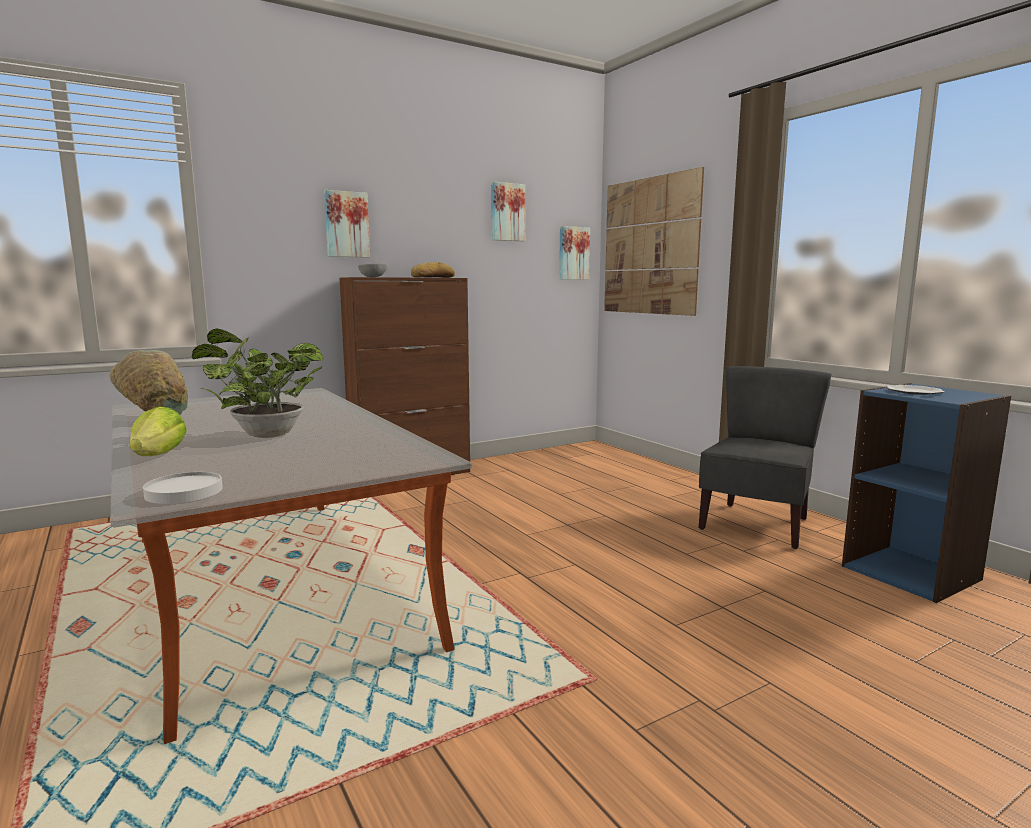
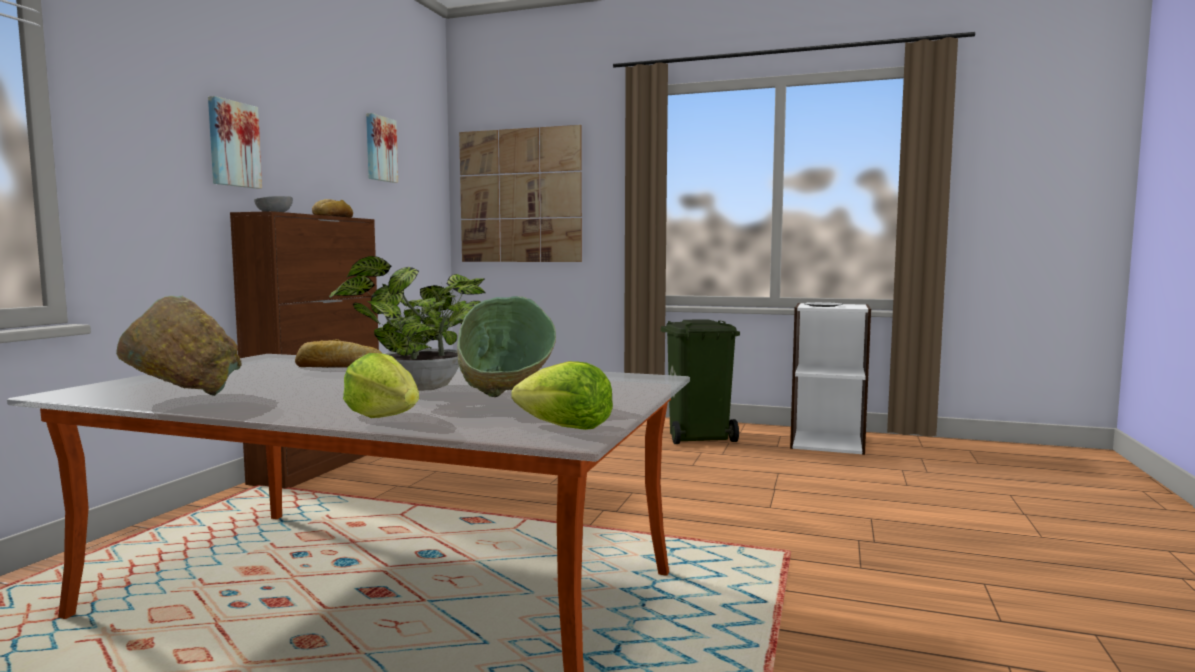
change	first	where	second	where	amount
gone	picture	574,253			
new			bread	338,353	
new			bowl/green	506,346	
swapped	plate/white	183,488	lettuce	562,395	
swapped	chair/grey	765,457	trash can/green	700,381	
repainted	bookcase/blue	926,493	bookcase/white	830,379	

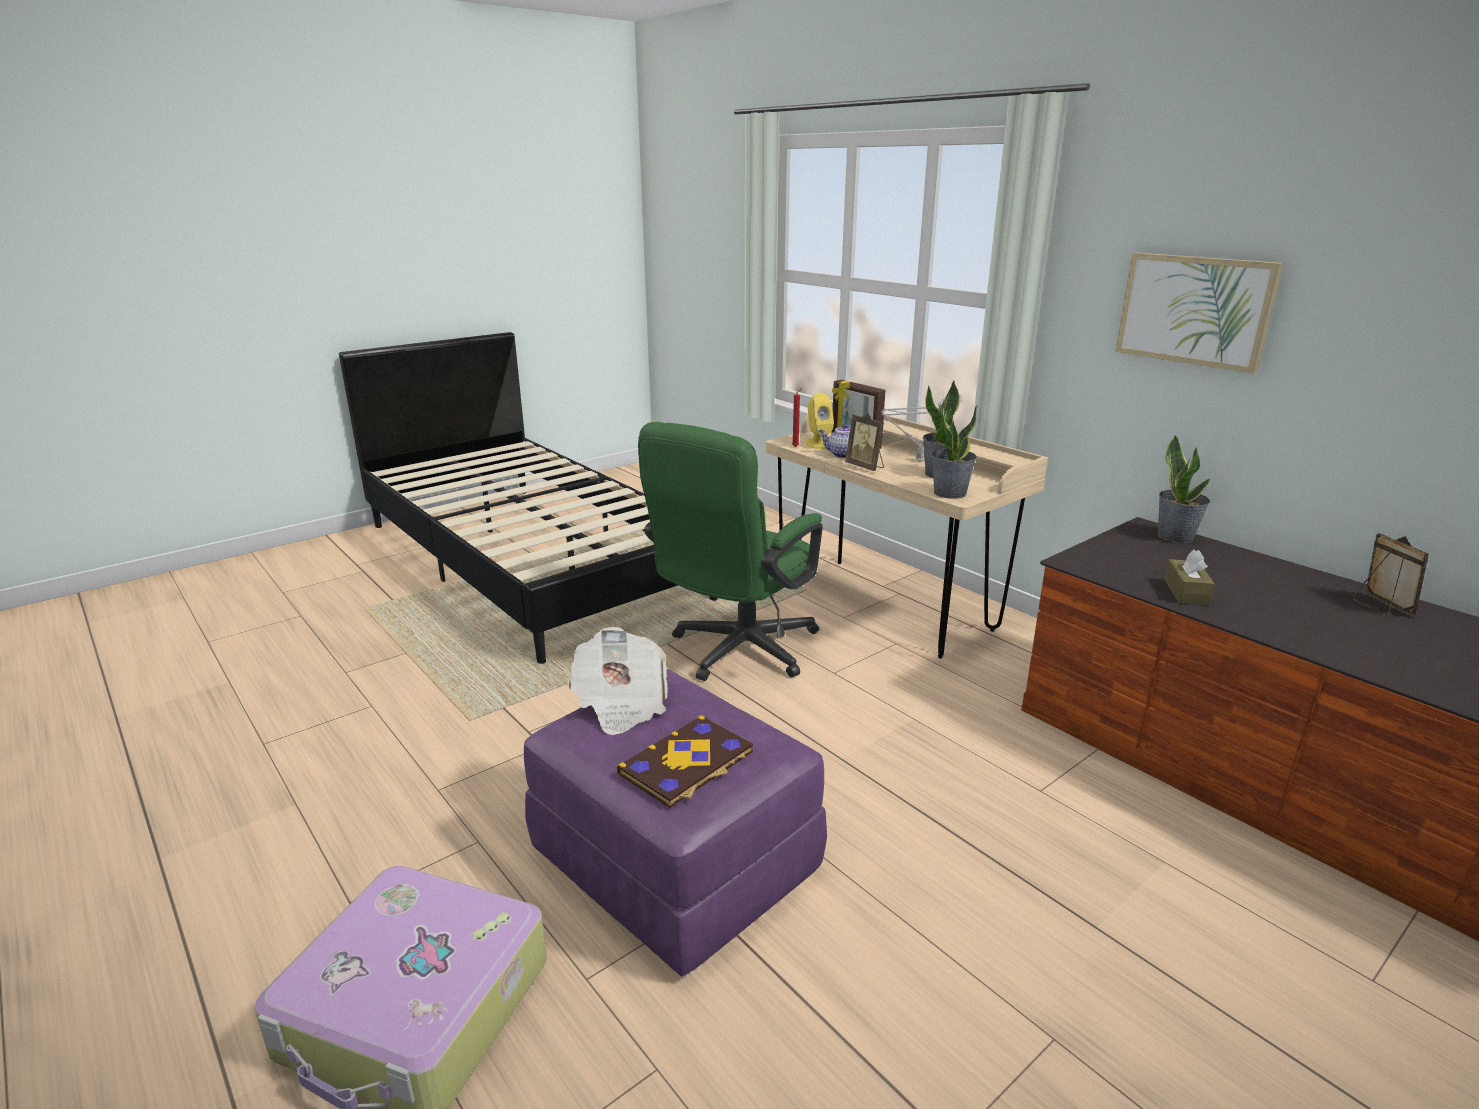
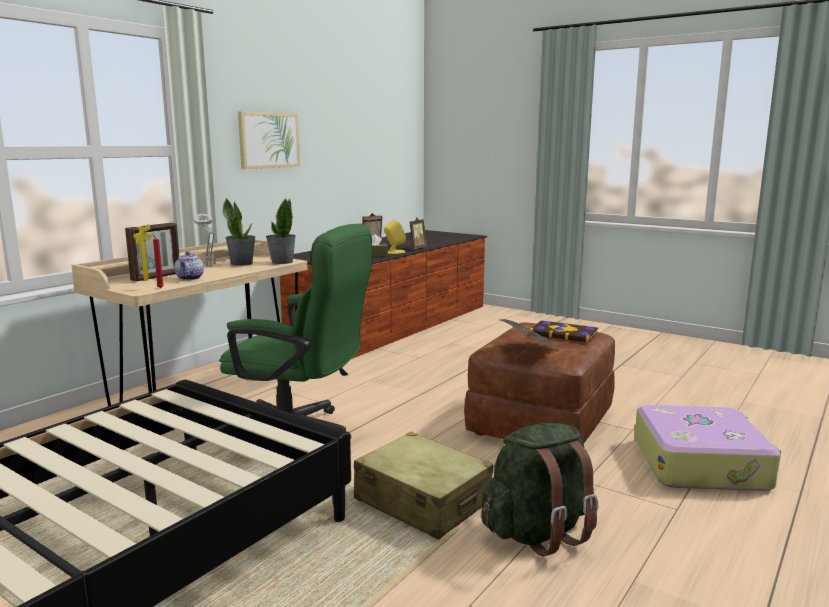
change	first	where	second	where	amount
gone	potted plant	1184,489			
new			suitcase/beige	423,486	
new			backpack/green	539,489	
shifted	speaker/yellow	819,421		395,237	
shifted	picture frame	864,442		417,233	
repainted	ottoman/purple	675,822	ottoman/brown	539,383	

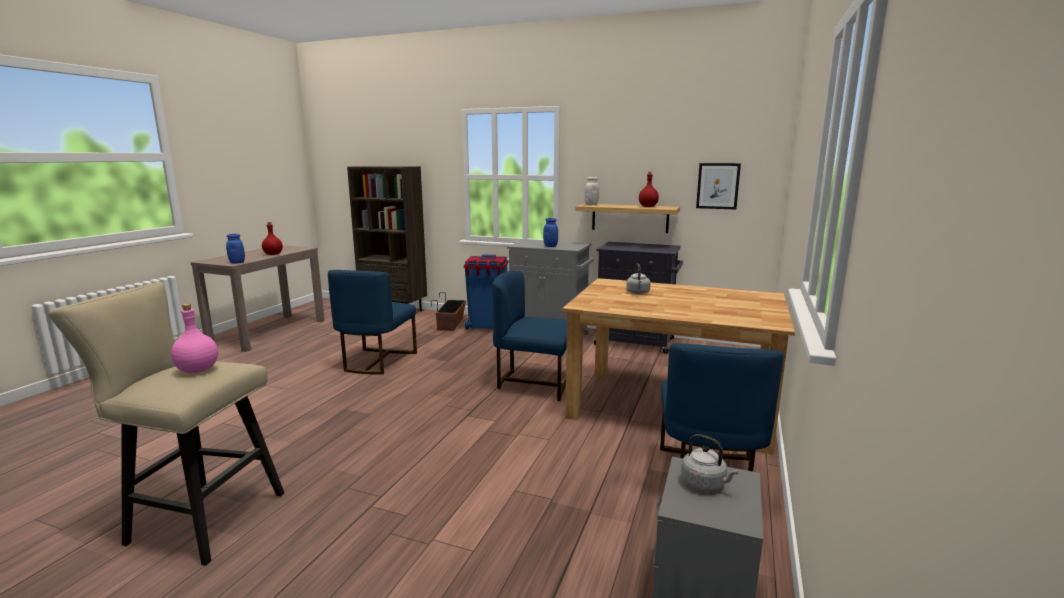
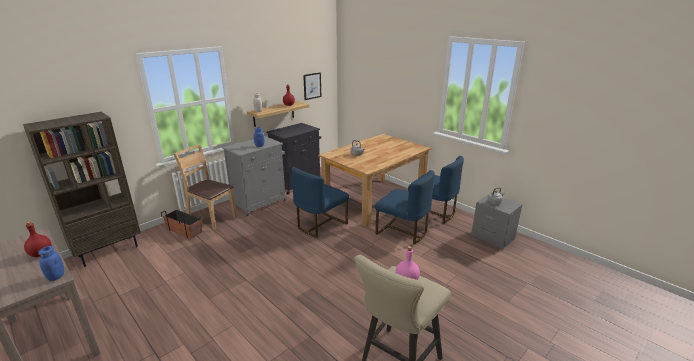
change	first	where	second	where	amount
shifted	chair/blue	372,322		405,207	
swapped	trash can/blue	486,292	chair/brown	205,187	

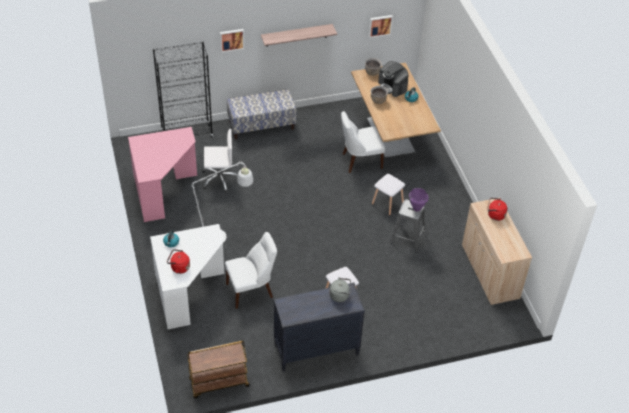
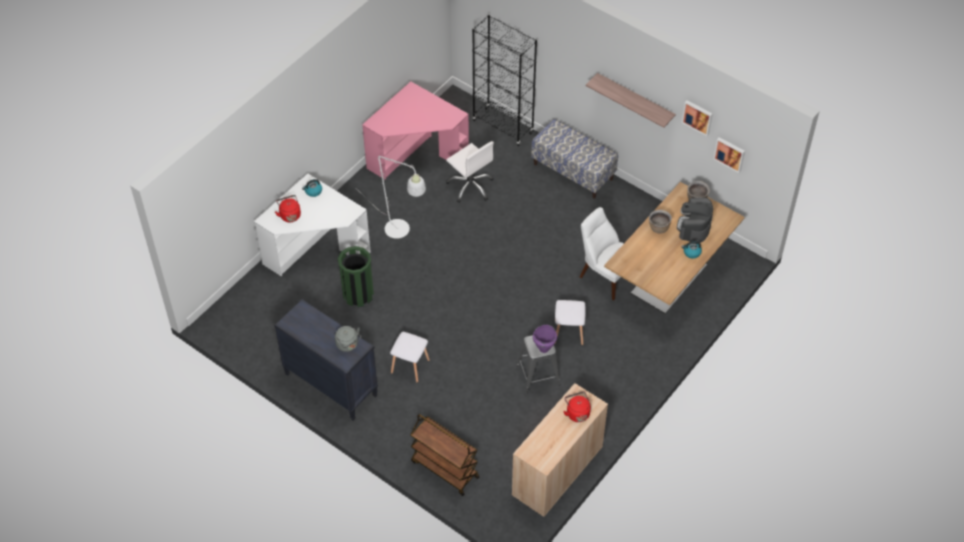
change	first	where	second	where	amount
shifted	cart/brown	218,370		444,455	
shifted	picture	232,41		697,118	
swapped	chair/white	251,270	trash can/green	356,276	

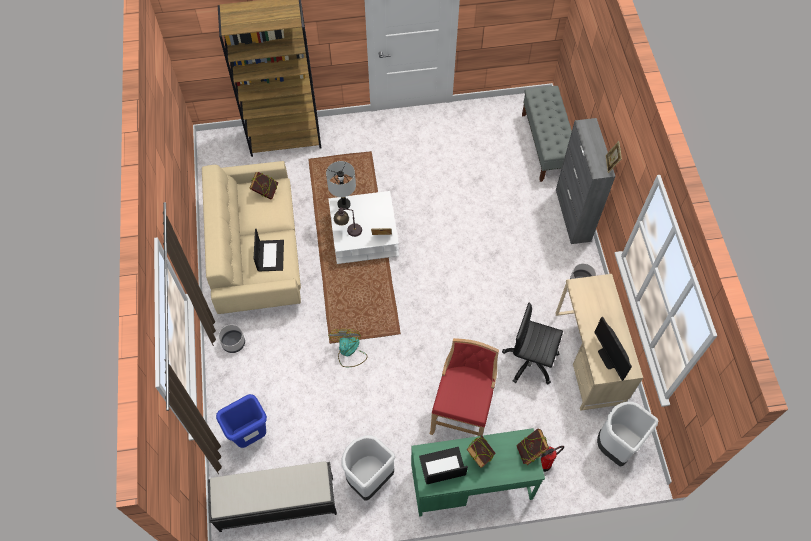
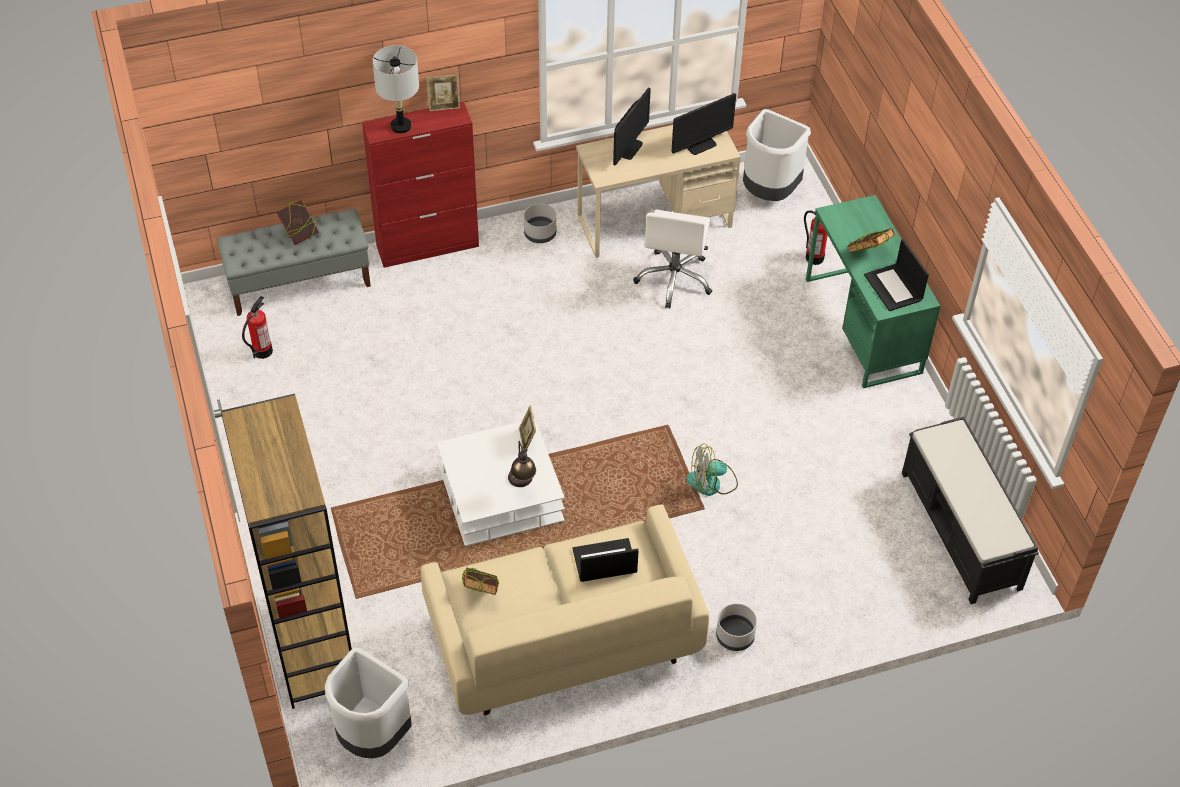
change	first	where	second	where	amount
gone	trash can/blue	241,421			
gone	stool/red	464,387			
new			fire extinguisher	257,327	
new			monitor	632,127	
shifted	table lamp/grey	341,185		395,89	
shifted	trash can/white	368,468		368,702	
shifted	book	532,446		298,222	
repainted	office chair/black	532,343	office chair/white	672,259	
repainted	cabinet/grey	586,181	cabinet/red	420,184	

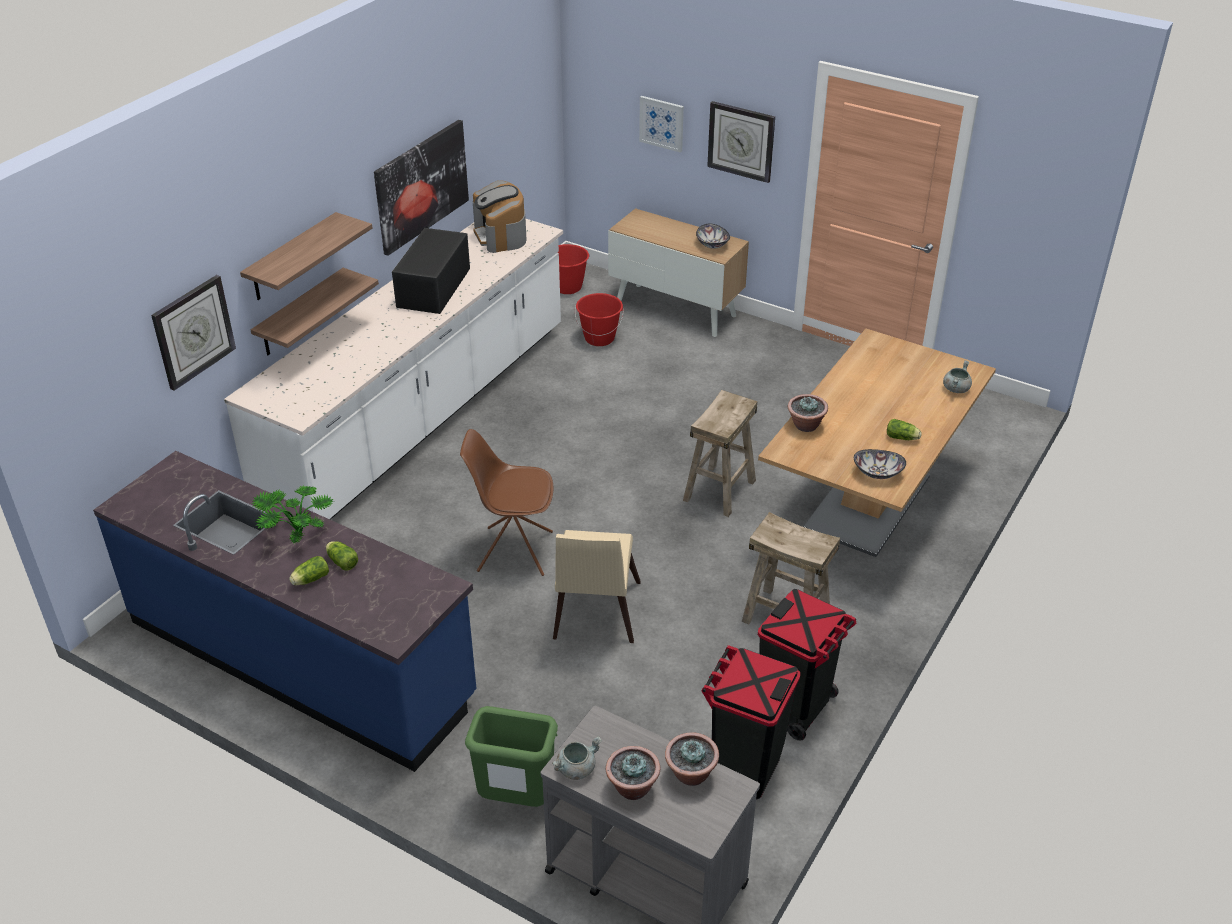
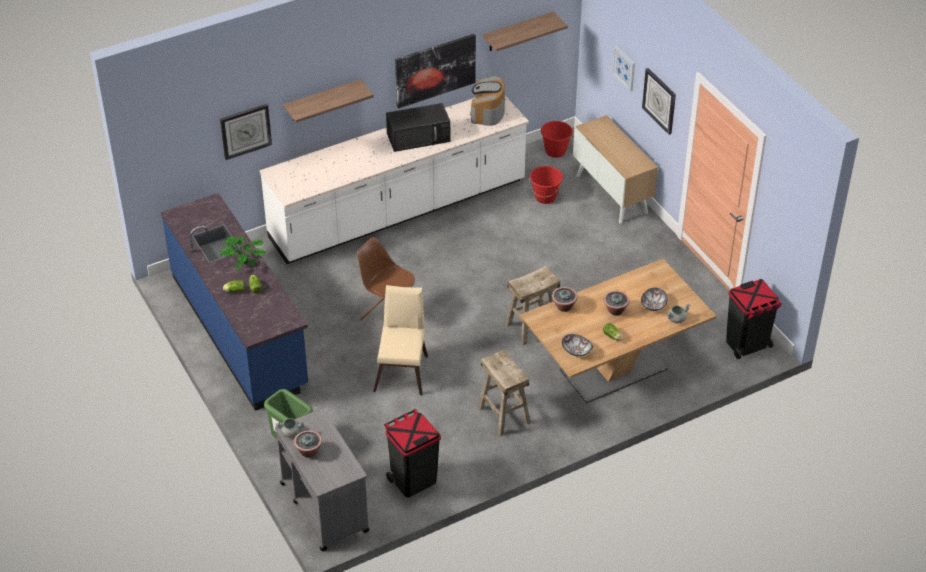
change	first	where	second	where	amount
shifted	shelf	315,311		525,31	
shifted	potted plant	692,759		617,303	
shifted	bowl	713,236		654,299	
shifted	trash can/black	807,665		754,319	
rotated	microwave/black	431,271		418,127	150 degrees counterclockwise
rotated	chair/beige	597,586		400,340	150 degrees clockwise

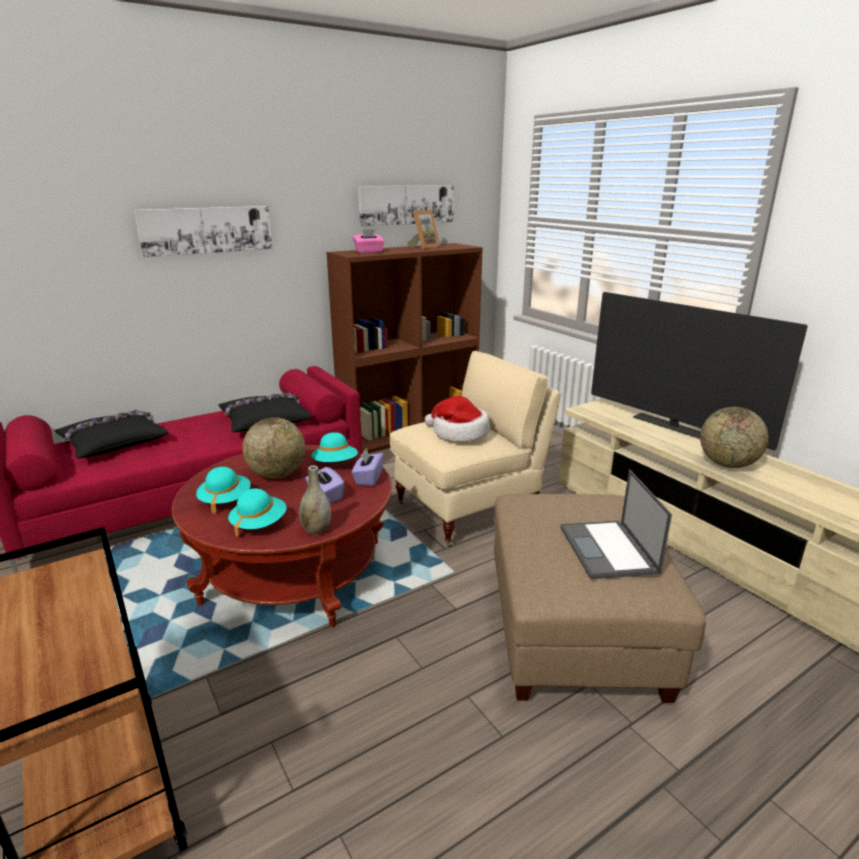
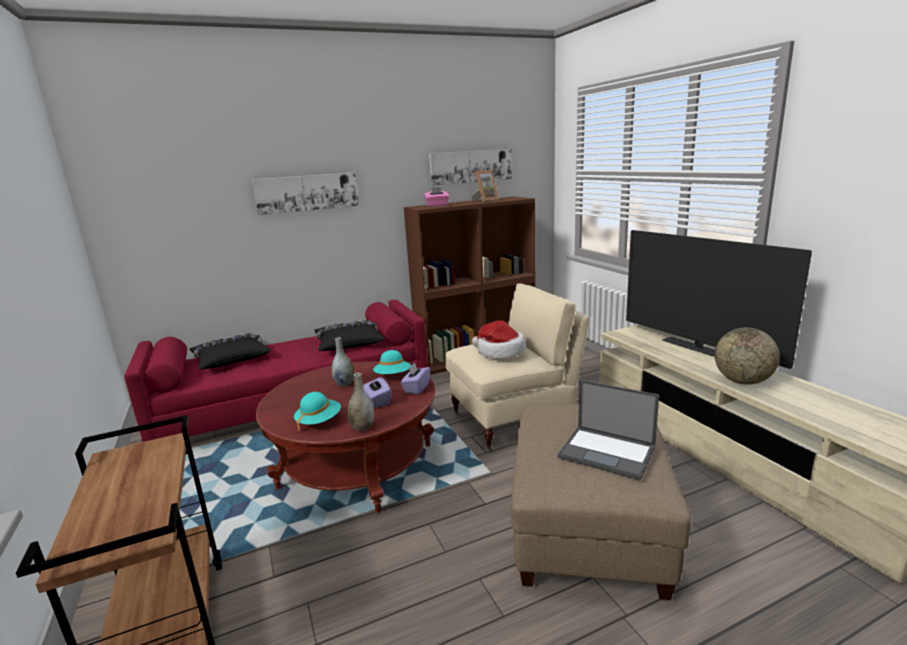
change	first	where	second	where	amount
gone	hat/turquoise	223,490			
swapped	globe	274,447	vase/grey	343,362	
rotated	laptop	616,524		608,430	60 degrees counterclockwise

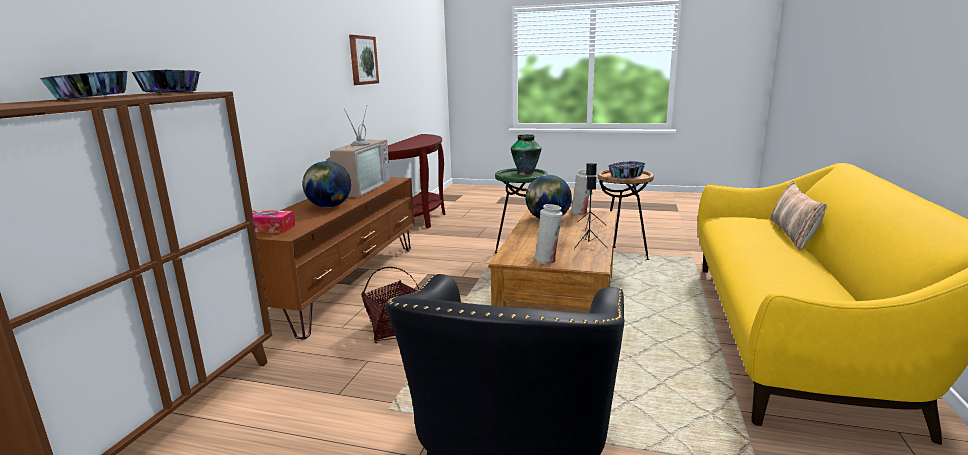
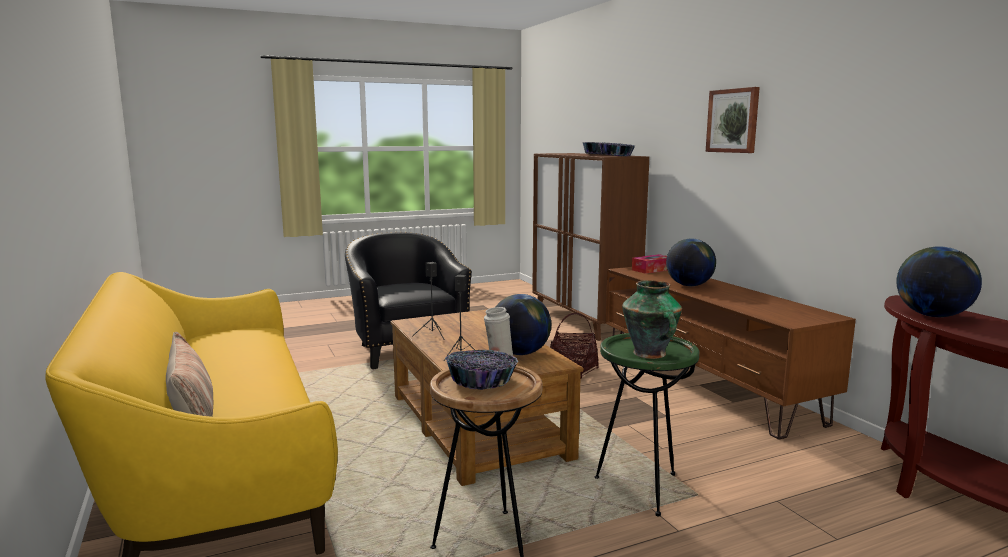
change	first	where	second	where	amount
gone	television	358,151			
gone	vase/white	548,234			
new			globe	939,281	
shifted	picture	364,60		733,120	

